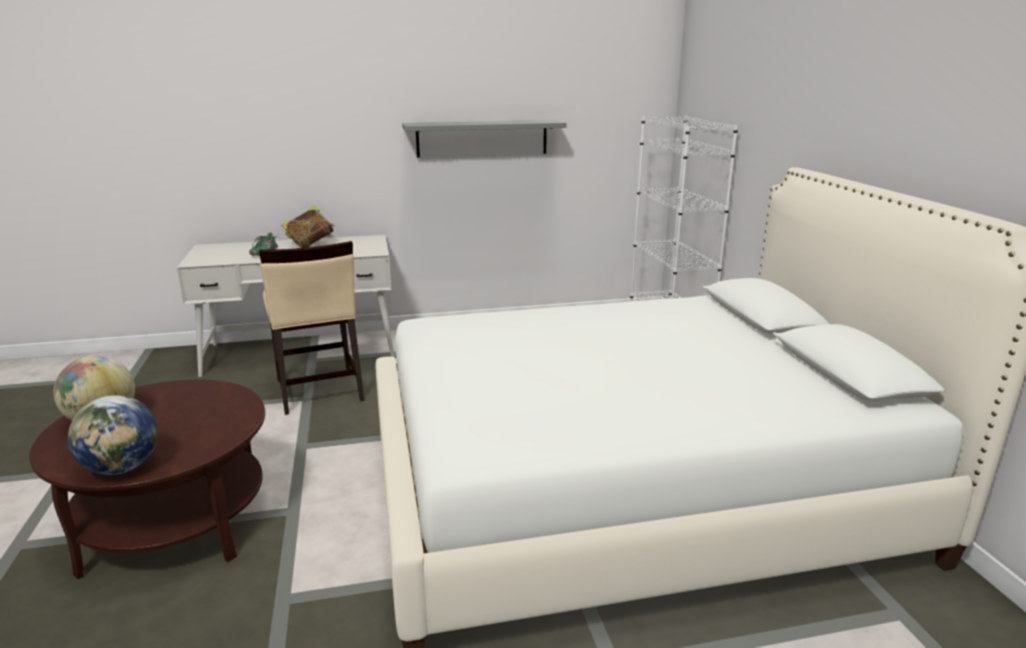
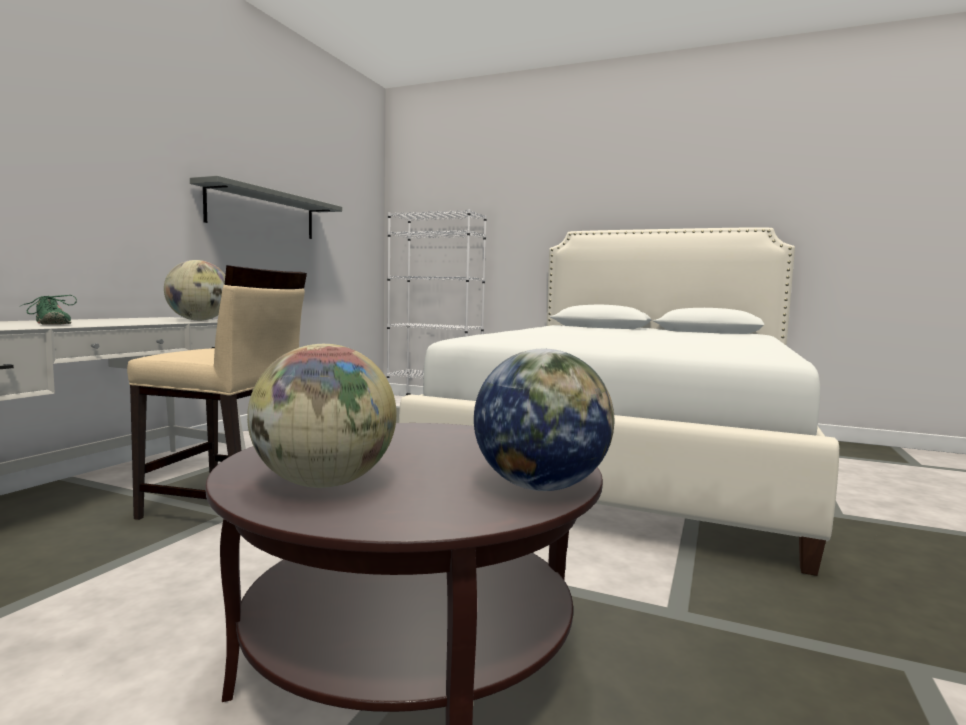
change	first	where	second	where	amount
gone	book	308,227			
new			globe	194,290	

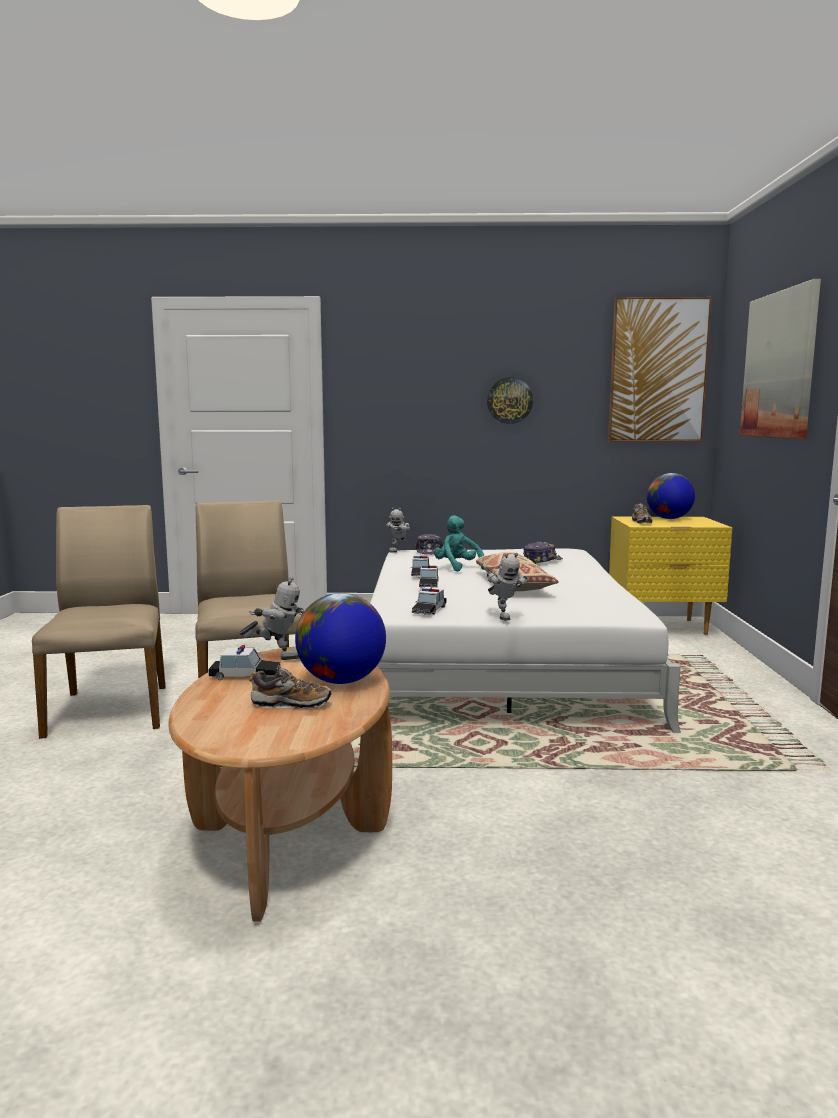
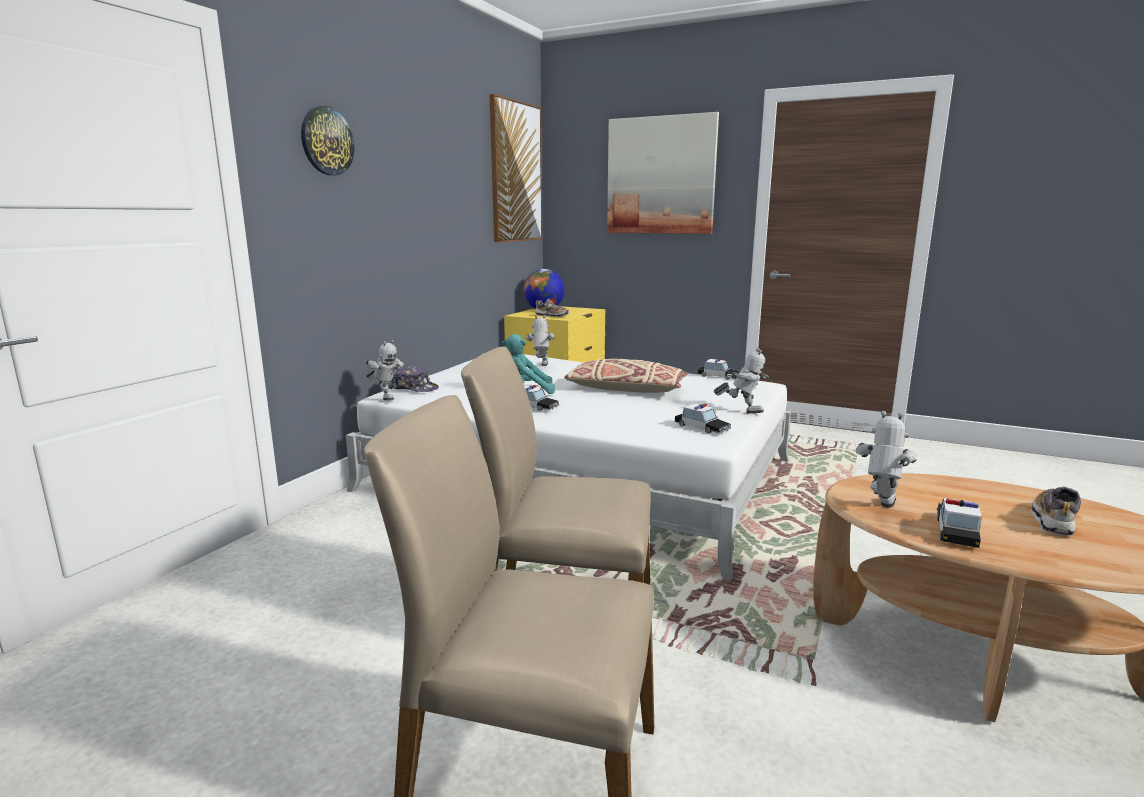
change	first	where	second	where	amount
gone	globe	340,638			
shifted	toy car	428,576		719,368	
shifted	wall clock	510,400		327,141	
swapped	cap	543,553	toy robot	540,340	

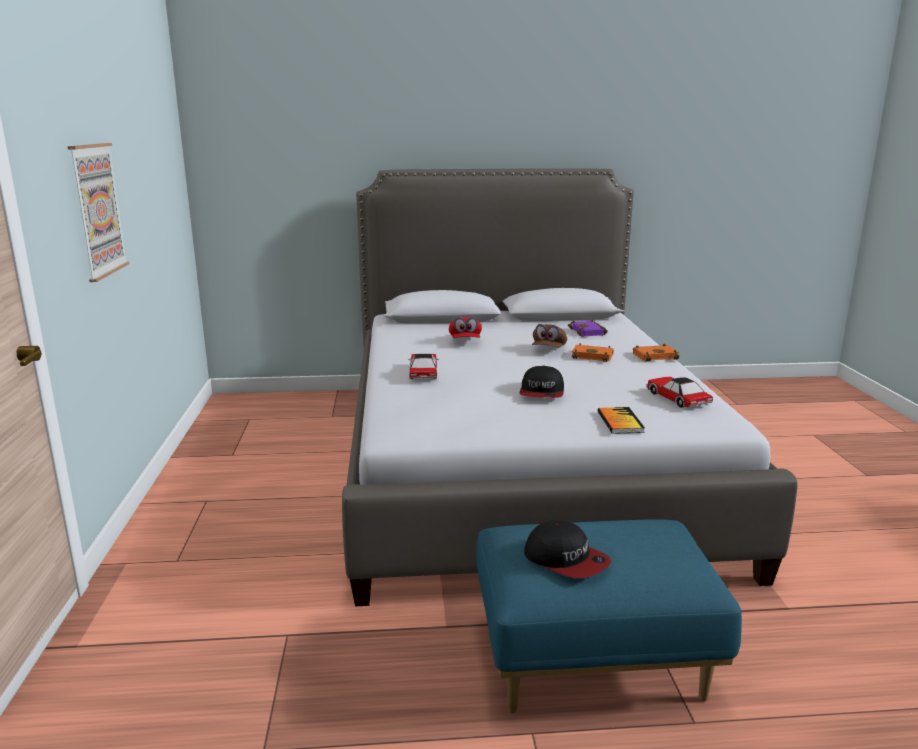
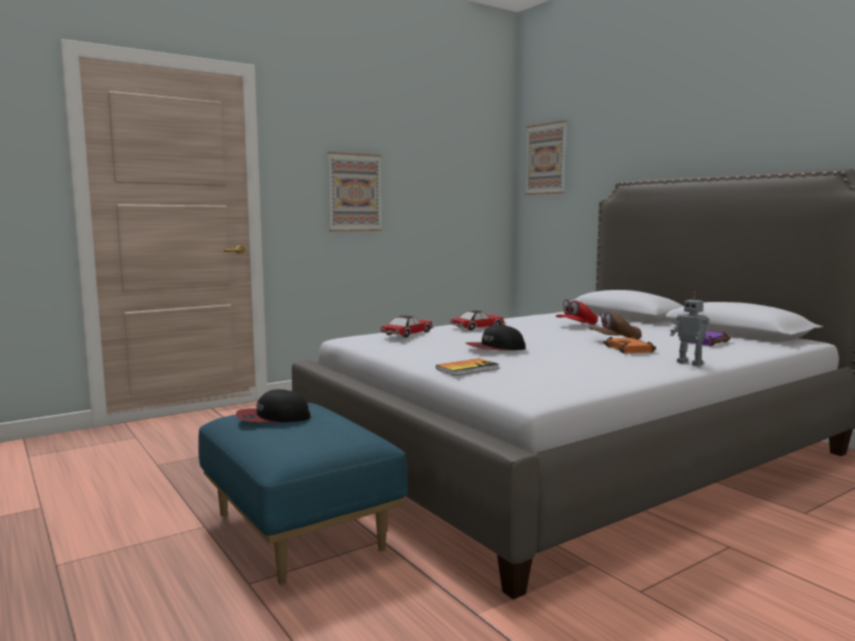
change	first	where	second	where	amount
new			picture	546,157	
shifted	toy car	679,392		406,326	
swapped	book/orange	656,353	toy robot	689,329	
rotated	cap	568,549		273,406	60 degrees clockwise

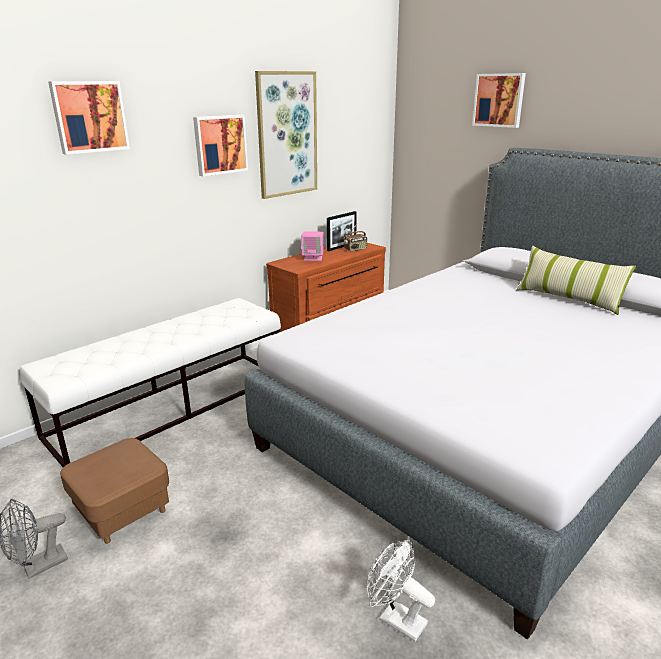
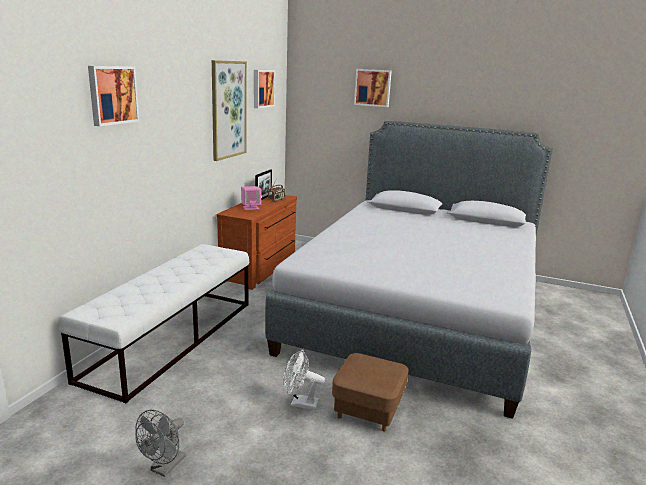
change	first	where	second	where	amount
gone	pillow	576,280			
shifted	ottoman/brown	114,491		370,392	
shifted	picture	220,145		264,89	
shifted	fan/white	400,591		304,380	

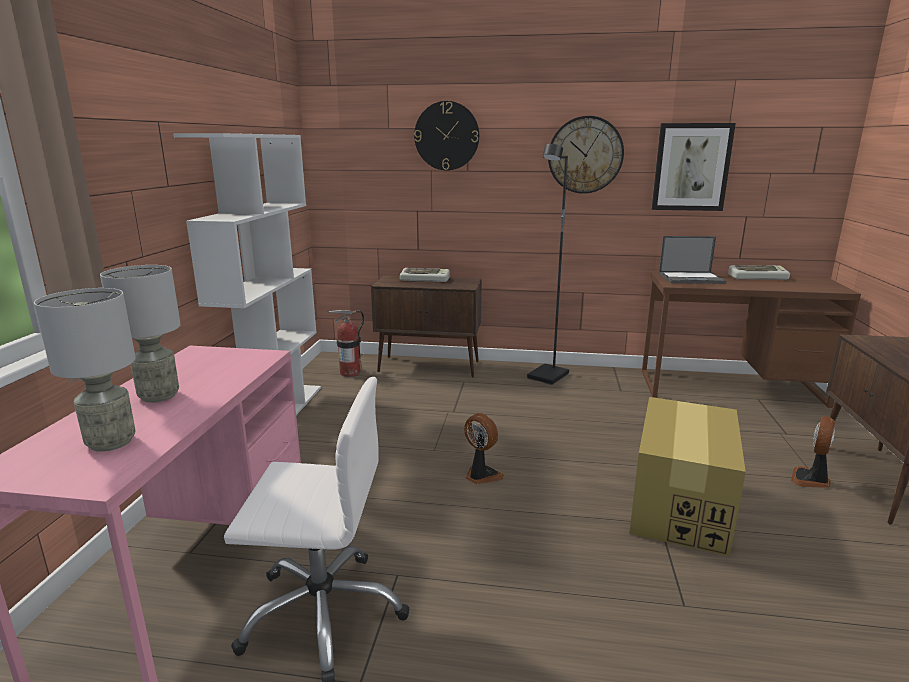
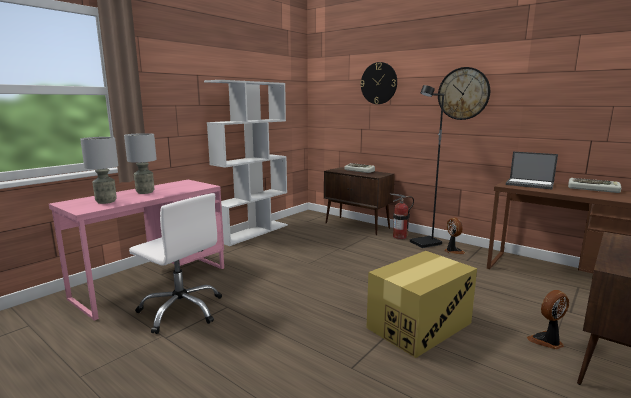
change	first	where	second	where	amount
gone	picture	694,167			
shifted	fire extinguisher	346,343		402,216	
shifted	fan	484,448		454,236	

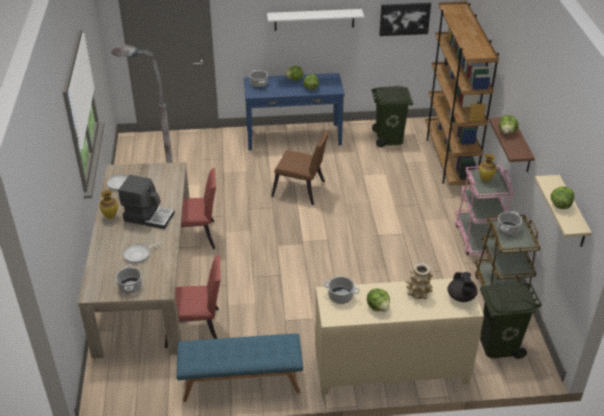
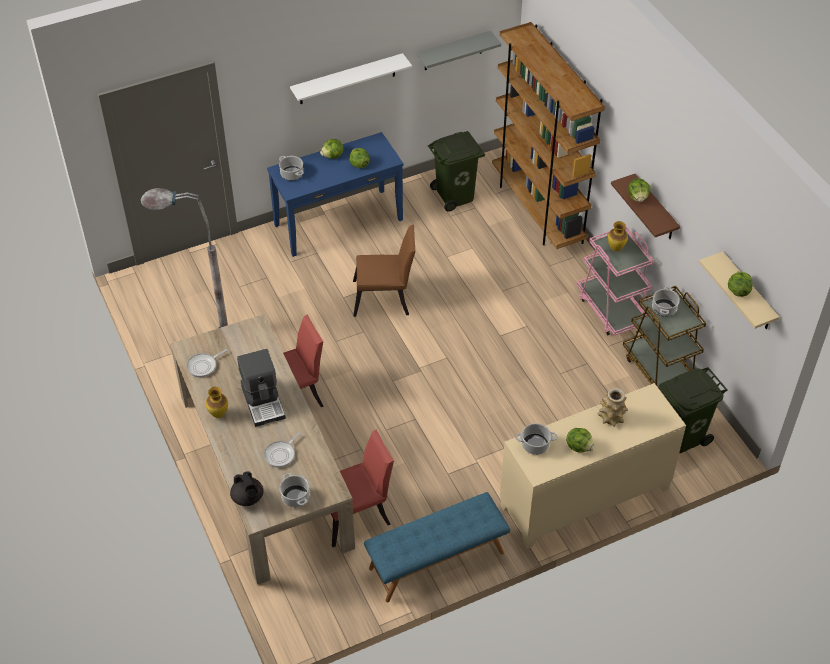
change	first	where	second	where	amount
shifted	teapot/black	463,287		246,488	
swapped	picture	405,19	shelf/grey	459,50	
rotated	coffee machine	146,202		261,388	75 degrees clockwise

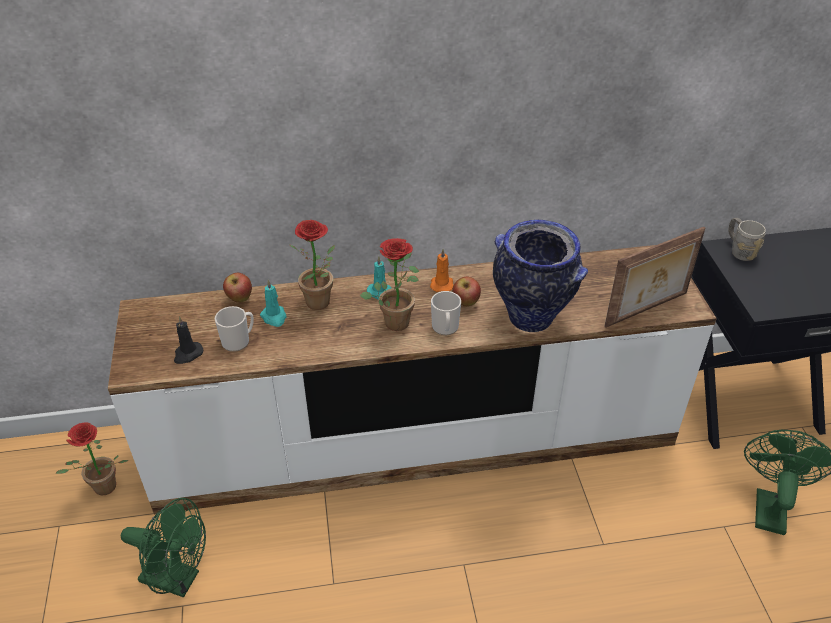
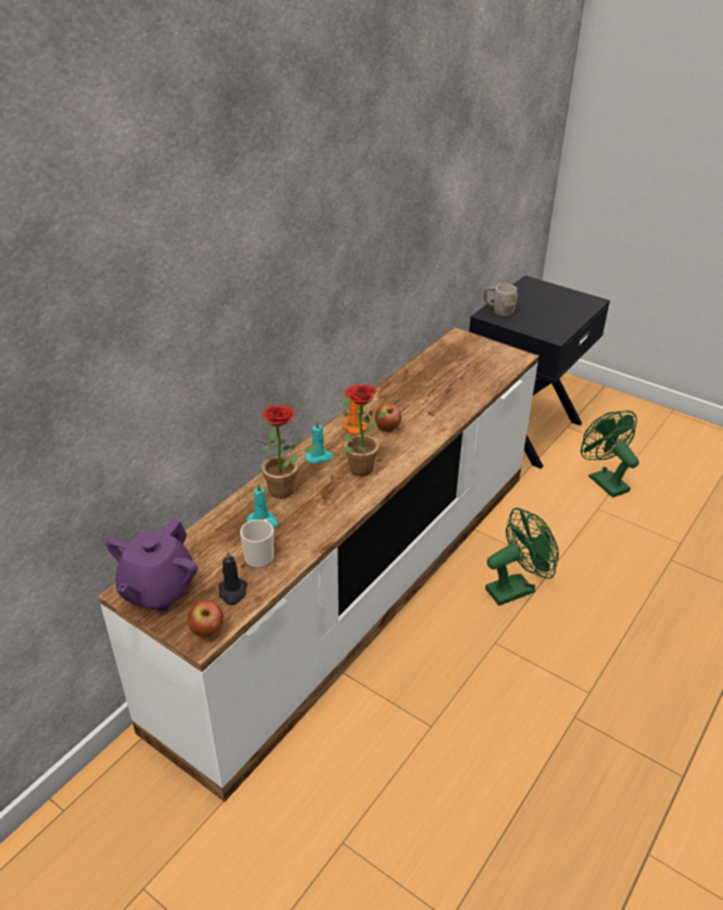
change	first	where	second	where	amount
gone	potted plant	92,458			
gone	mug	446,313			
gone	vase	540,276			
gone	picture frame	654,277			
new			teapot/purple	151,565	
shifted	fan/green	163,547		522,557	
shifted	apple	237,288		206,619	

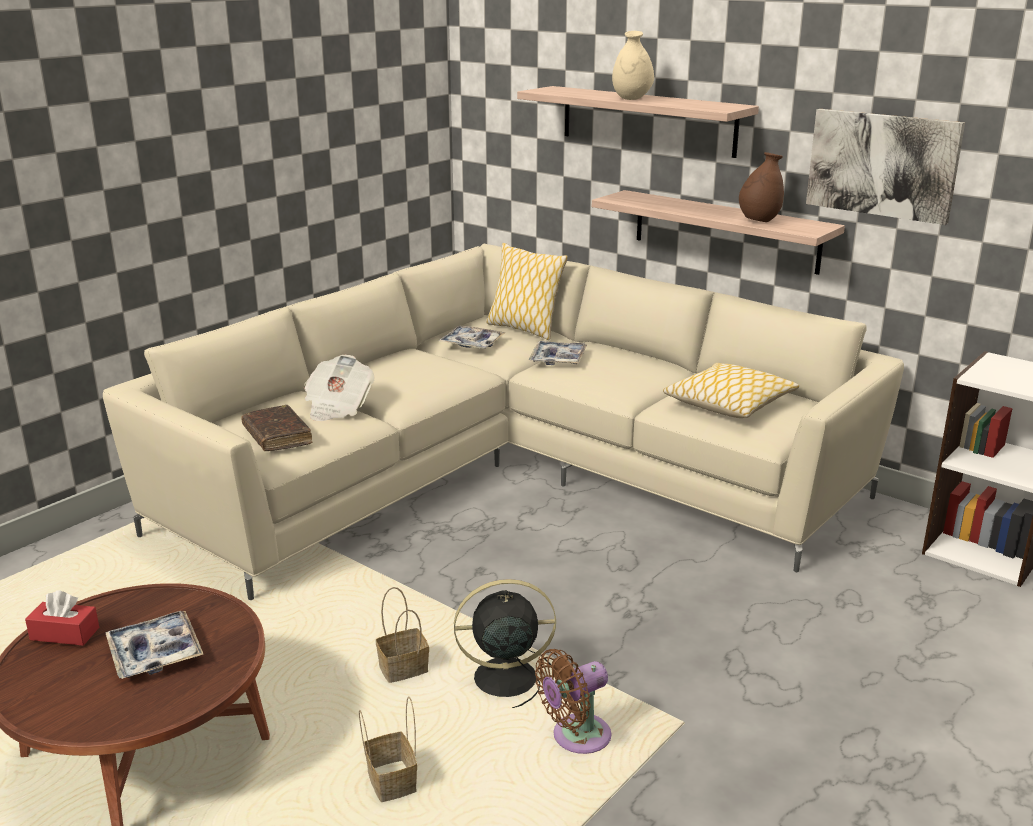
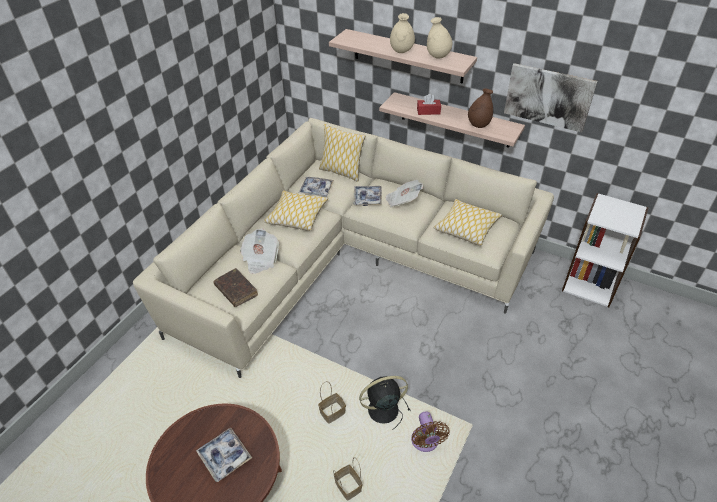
change	first	where	second	where	amount
new			pillow	296,210	
new			newspaper	404,193	
new			vase/beige	439,38	
shifted	tissue box/red	62,618		429,104	
rotated	fan/brown	573,701		430,431	60 degrees counterclockwise

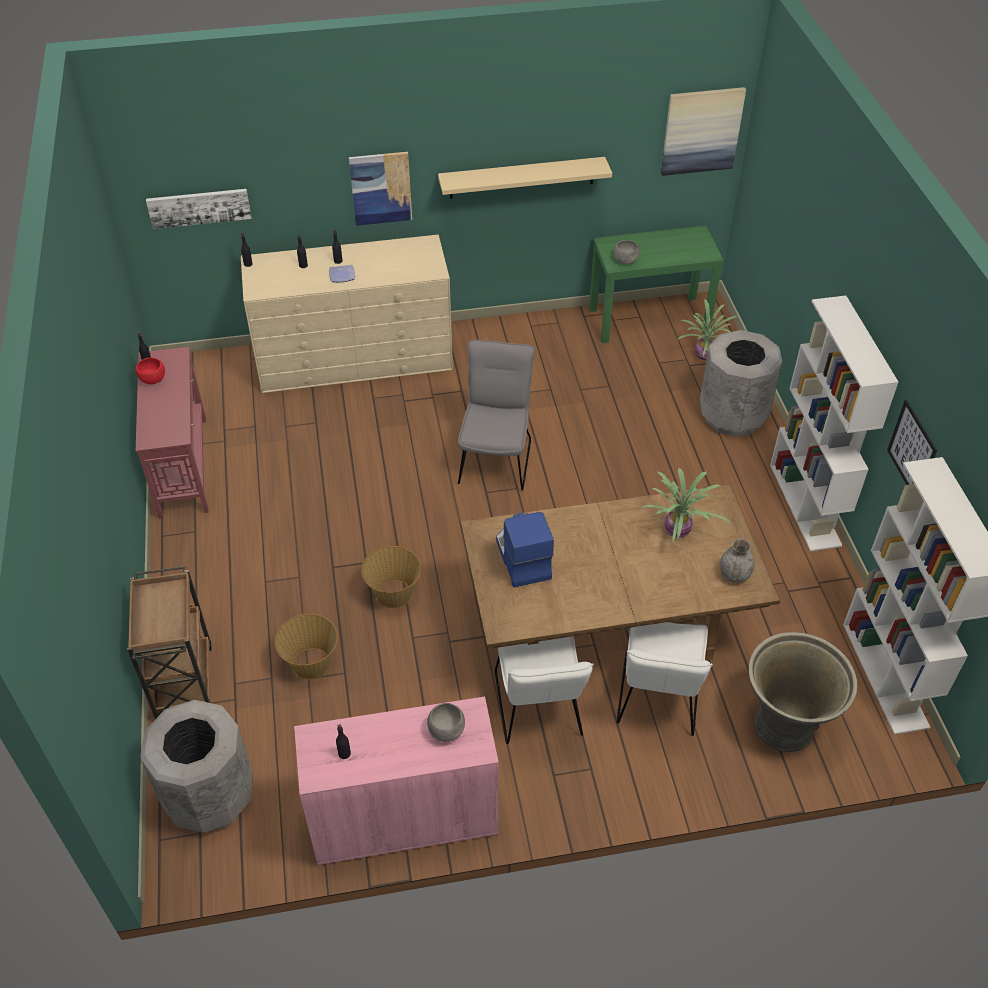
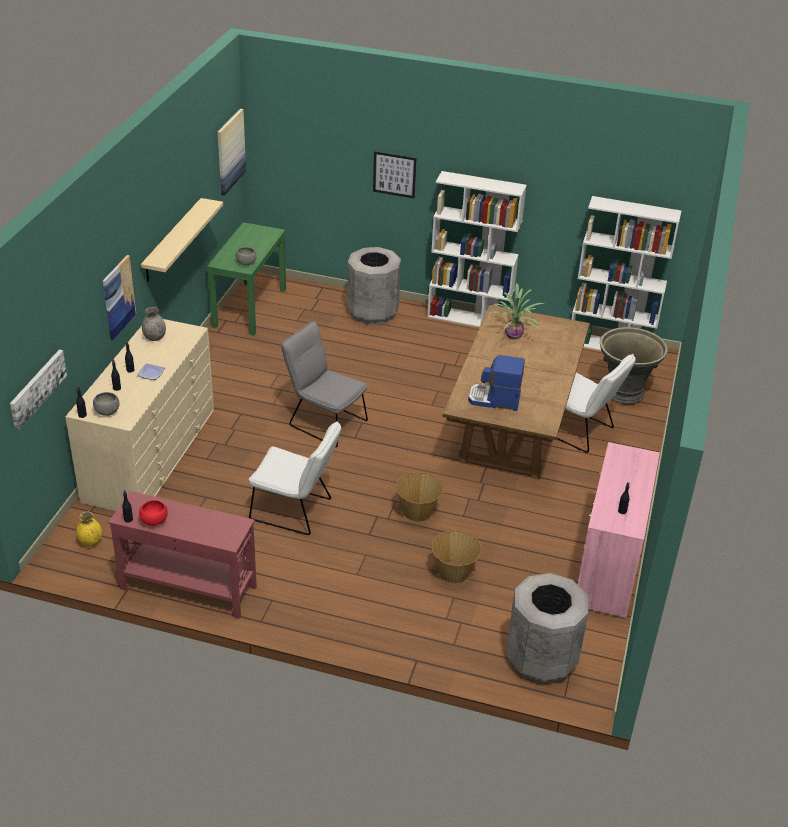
change	first	where	second	where	amount
gone	cart/brown	169,642			
gone	potted plant	707,329			
new			vase/yellow	89,529	
shifted	bowl/grey	446,722		106,404	
shifted	chair/white	544,690		295,478	
shifted	vase/grey	737,561		154,324	
shifted	picture	912,442		395,174	

